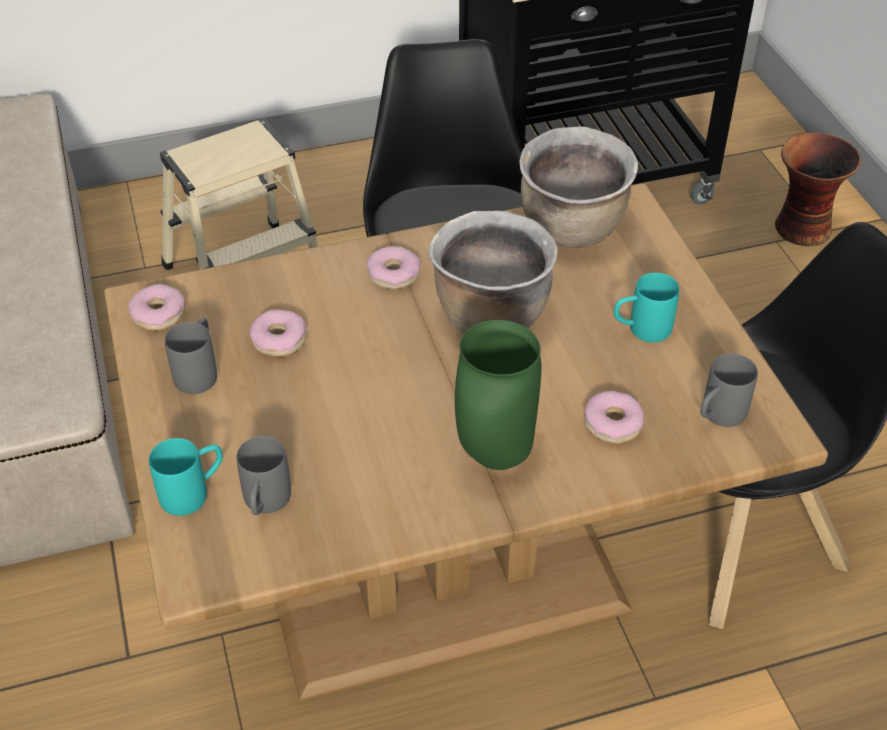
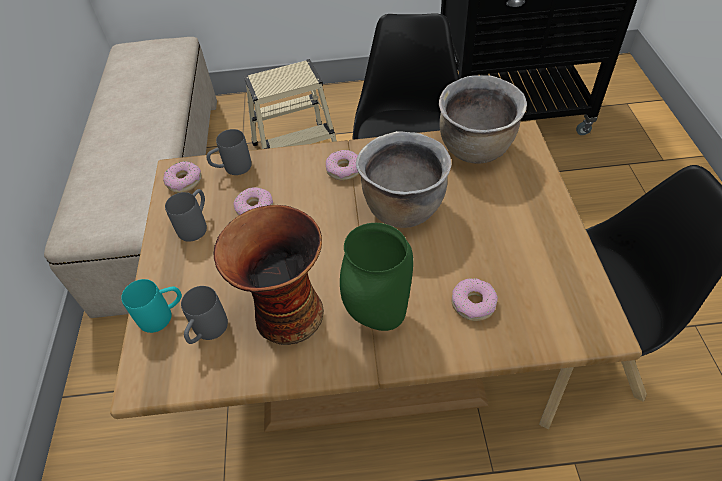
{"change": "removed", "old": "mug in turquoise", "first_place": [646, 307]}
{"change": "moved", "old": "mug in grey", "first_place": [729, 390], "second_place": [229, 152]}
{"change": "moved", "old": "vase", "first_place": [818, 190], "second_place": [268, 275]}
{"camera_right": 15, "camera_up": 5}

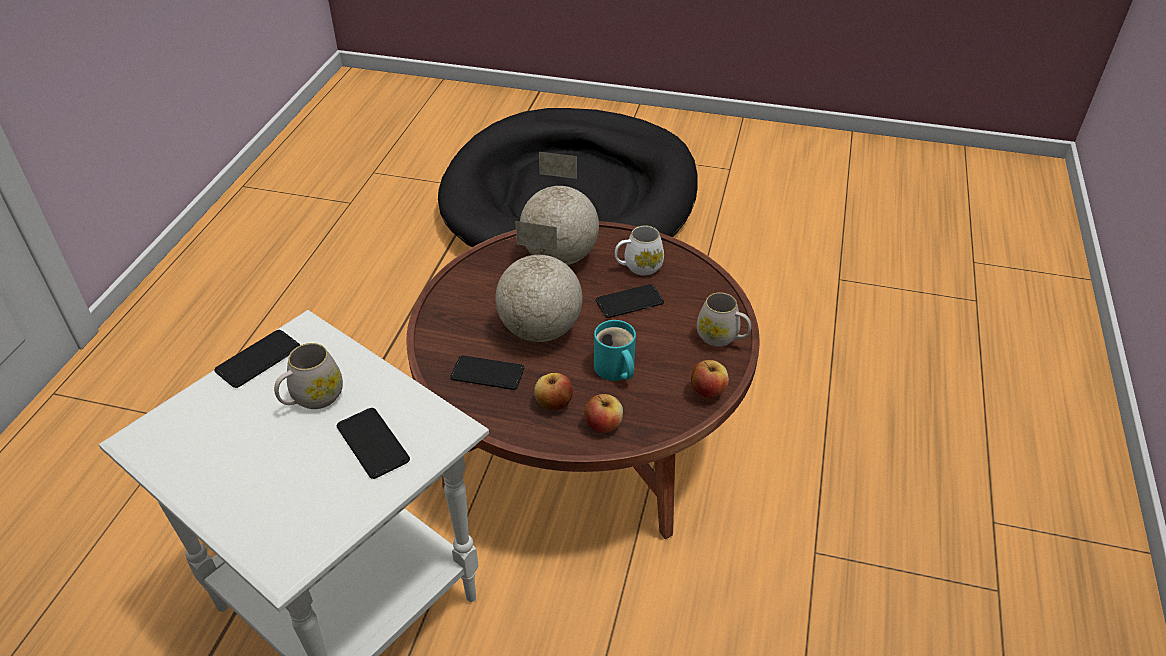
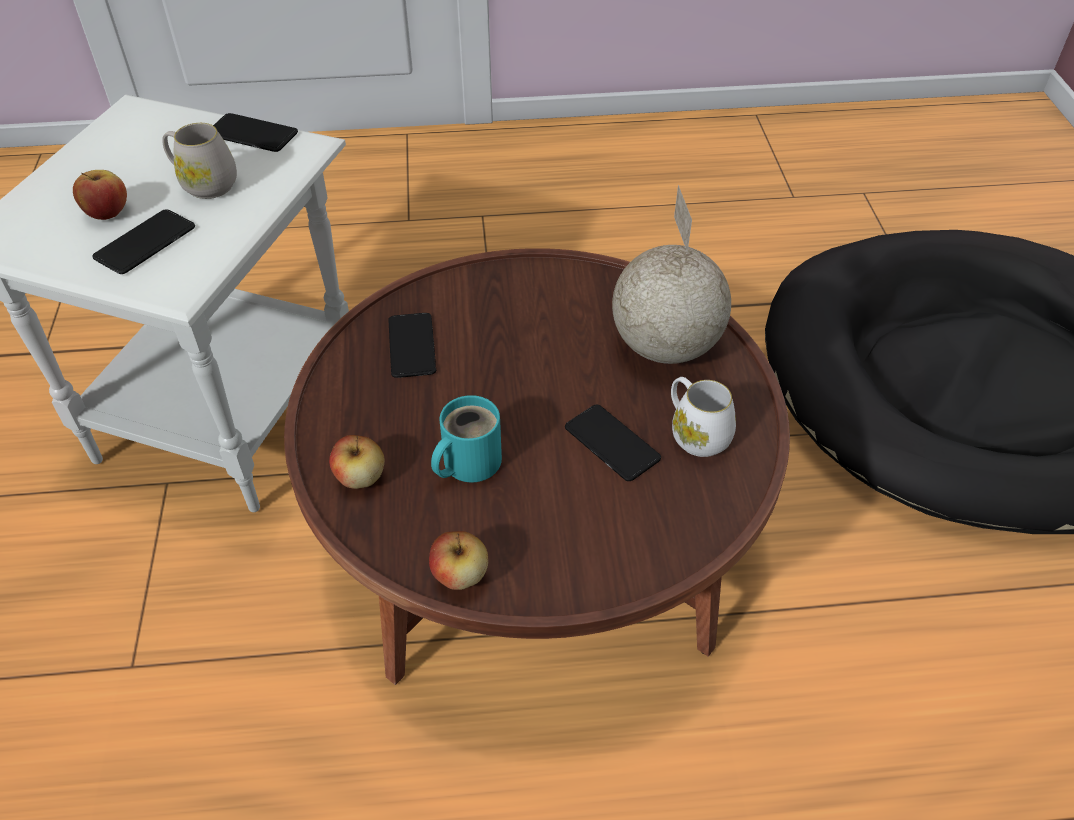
{"change": "removed", "old": "globe", "first_place": [539, 281]}
{"change": "removed", "old": "mug in white", "first_place": [724, 319]}
{"change": "moved", "old": "apple", "first_place": [553, 392], "second_place": [100, 195]}
{"camera_right": 70, "camera_up": 5}

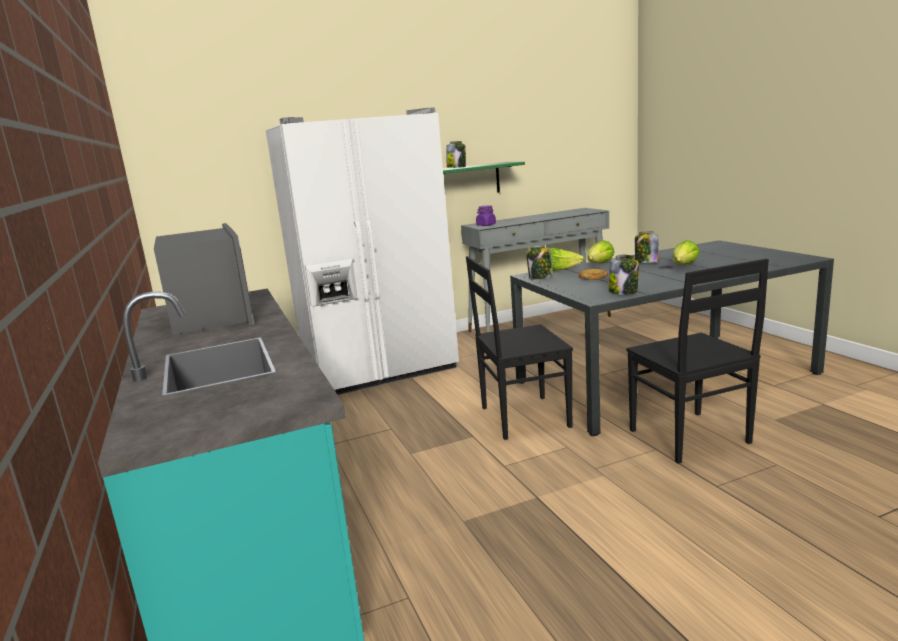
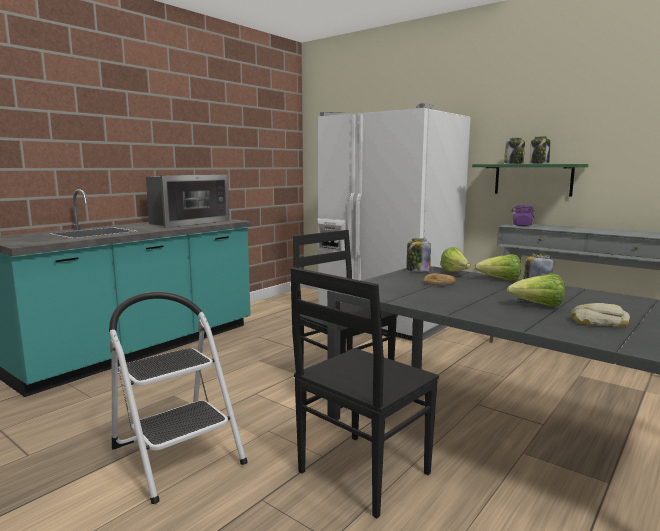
{"change": "added", "new": "step ladder", "second_place": [178, 397]}
{"change": "added", "new": "bread", "second_place": [600, 315]}
{"change": "moved", "old": "jar", "first_place": [624, 275], "second_place": [540, 150]}
{"camera_right": 60, "camera_up": -5}

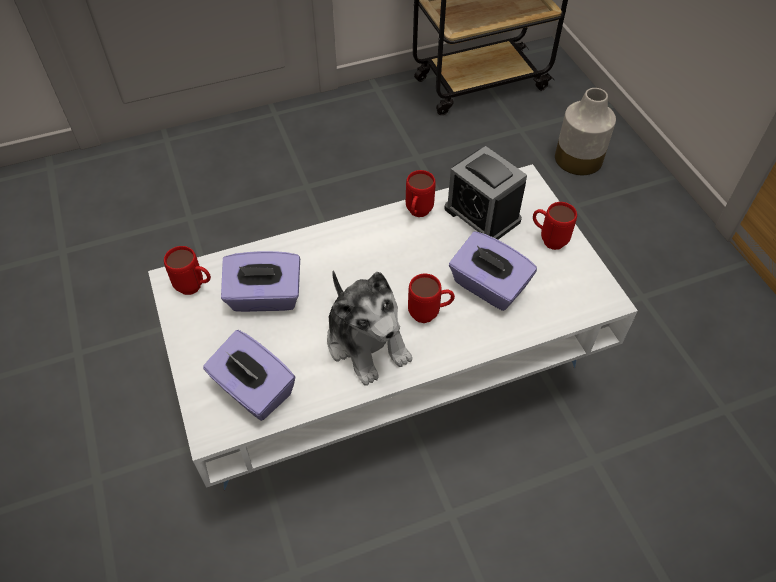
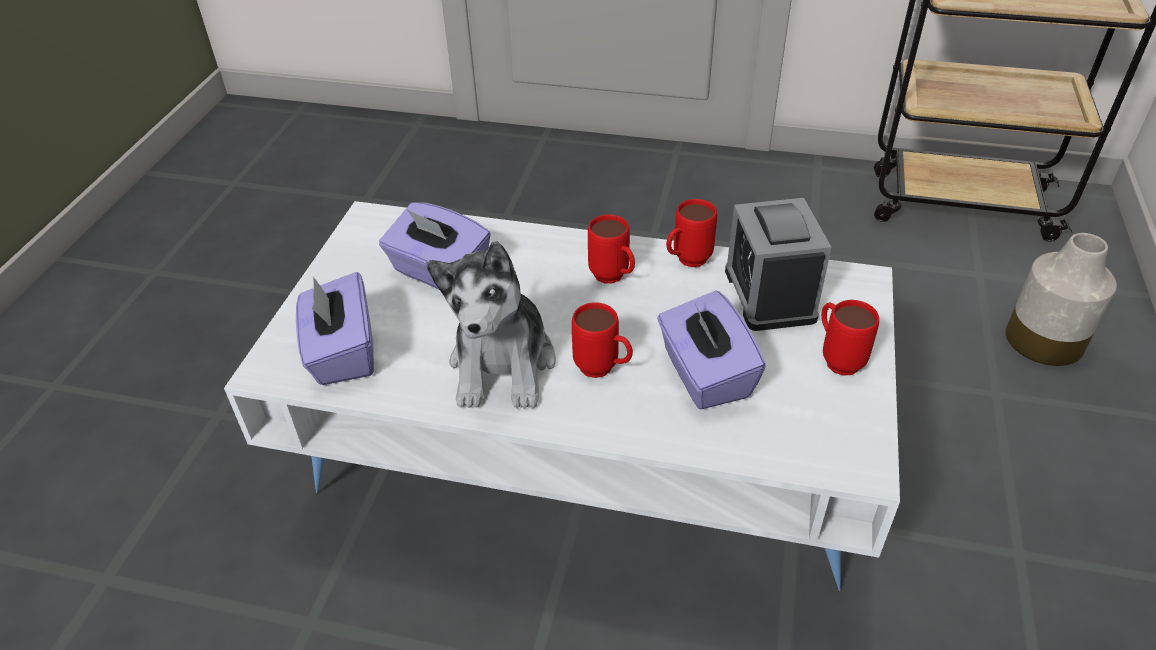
{"change": "moved", "old": "mug in red", "first_place": [187, 270], "second_place": [611, 249]}
{"camera_right": 35, "camera_up": -10}

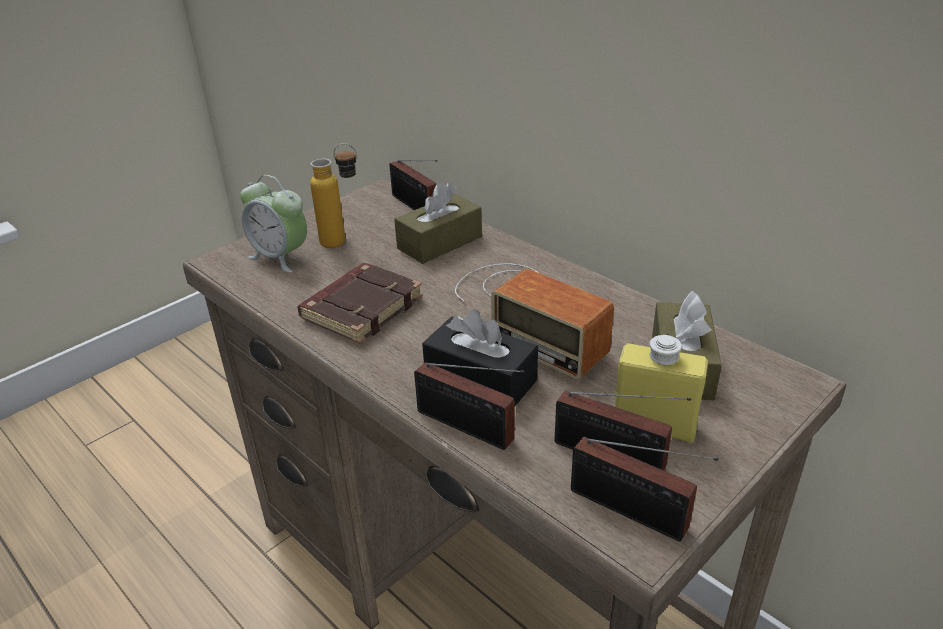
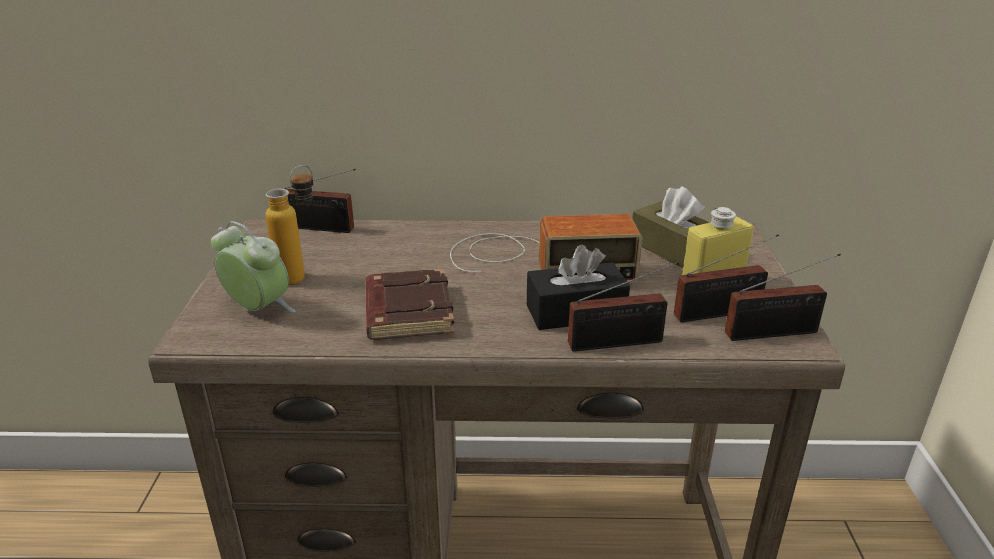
{"change": "removed", "old": "tissue box in brown", "first_place": [438, 223]}
{"change": "turned", "old": "alarm clock", "first_place": [273, 224], "second_place": [253, 267], "degrees": -135}
{"camera_right": -45, "camera_up": -5}

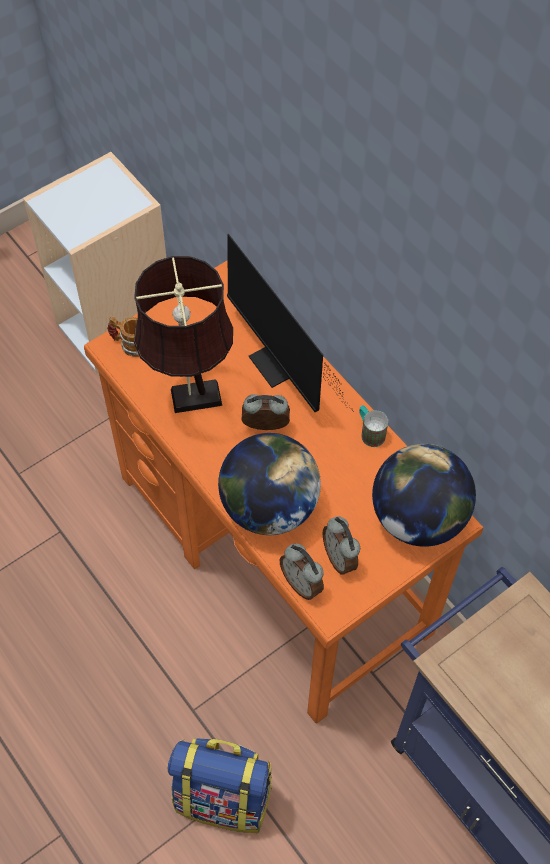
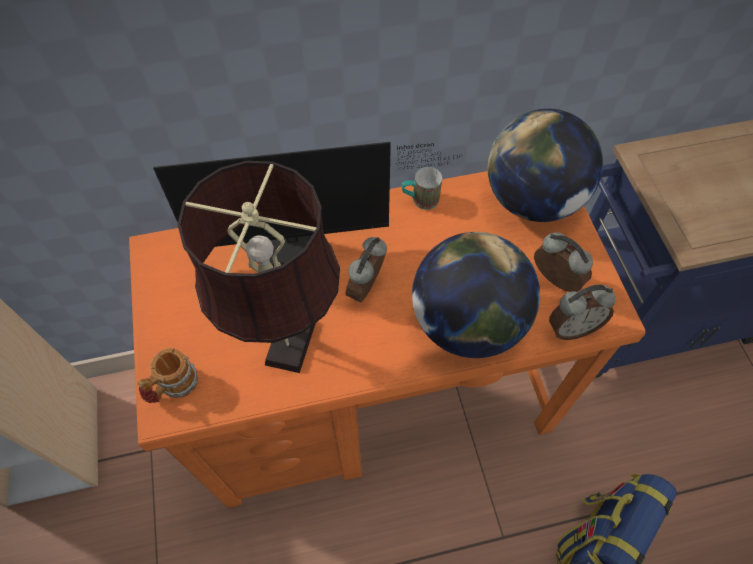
{"change": "turned", "old": "alarm clock", "first_place": [341, 546], "second_place": [563, 262], "degrees": -135}
{"camera_right": -65, "camera_up": 0}

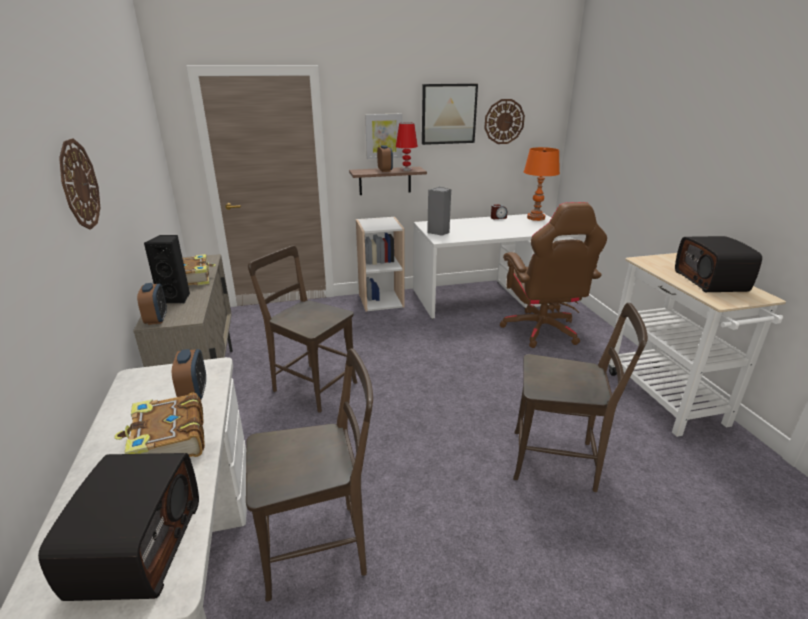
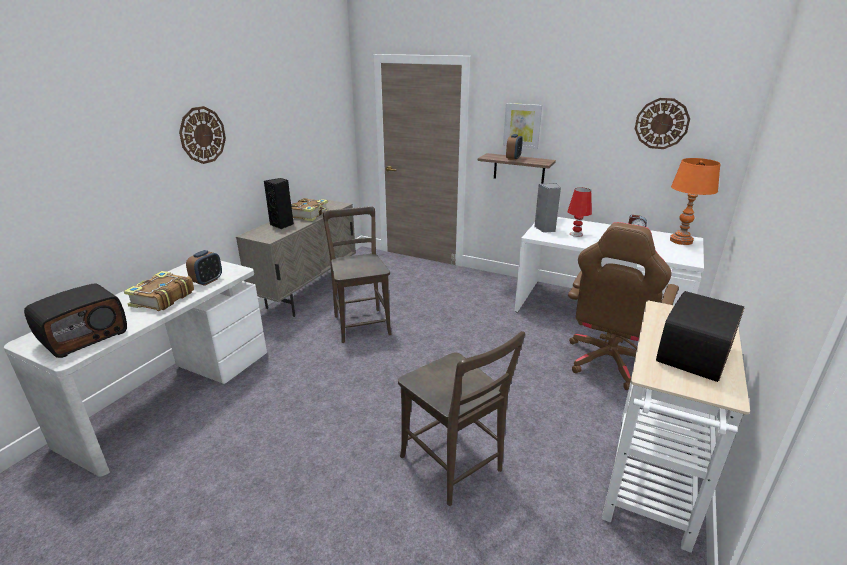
{"change": "removed", "old": "alarm clock", "first_place": [152, 304]}
{"change": "removed", "old": "chair in brown", "first_place": [309, 475]}
{"change": "removed", "old": "bookcase", "first_place": [380, 264]}
{"change": "removed", "old": "picture", "first_place": [450, 114]}
{"change": "moved", "old": "table lamp in red", "first_place": [407, 146], "second_place": [579, 212]}
{"camera_right": 40, "camera_up": 0}

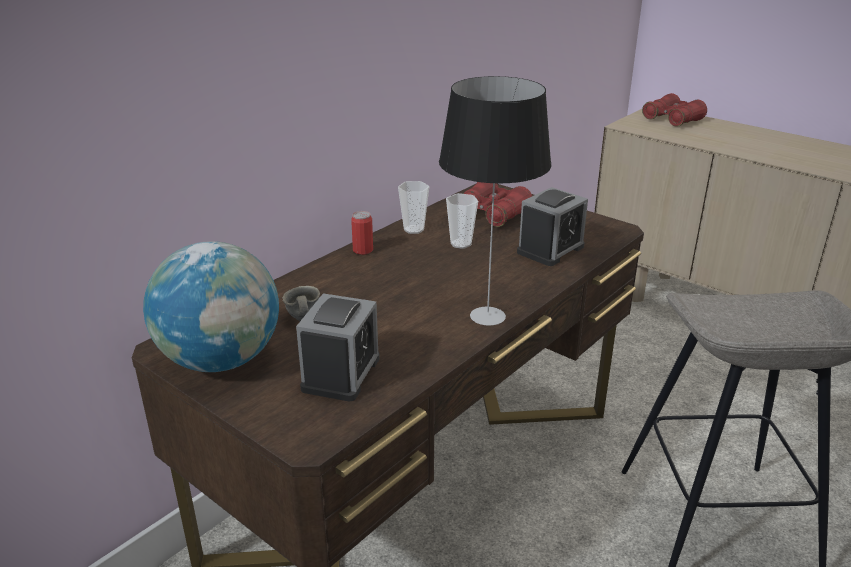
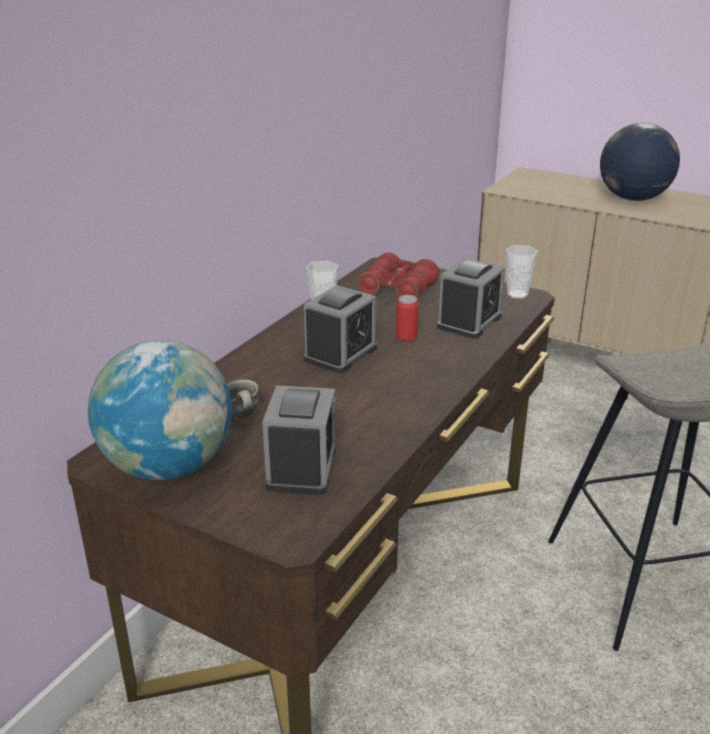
{"change": "removed", "old": "table lamp", "first_place": [495, 200]}
{"change": "removed", "old": "binoculars in red", "first_place": [674, 109]}
{"change": "added", "new": "alarm clock", "second_place": [340, 329]}
{"change": "added", "new": "globe", "second_place": [640, 162]}
{"change": "moved", "old": "can", "first_place": [362, 233], "second_place": [407, 318]}
{"change": "moved", "old": "cup", "first_place": [462, 221], "second_place": [522, 272]}
{"camera_right": -10, "camera_up": 0}

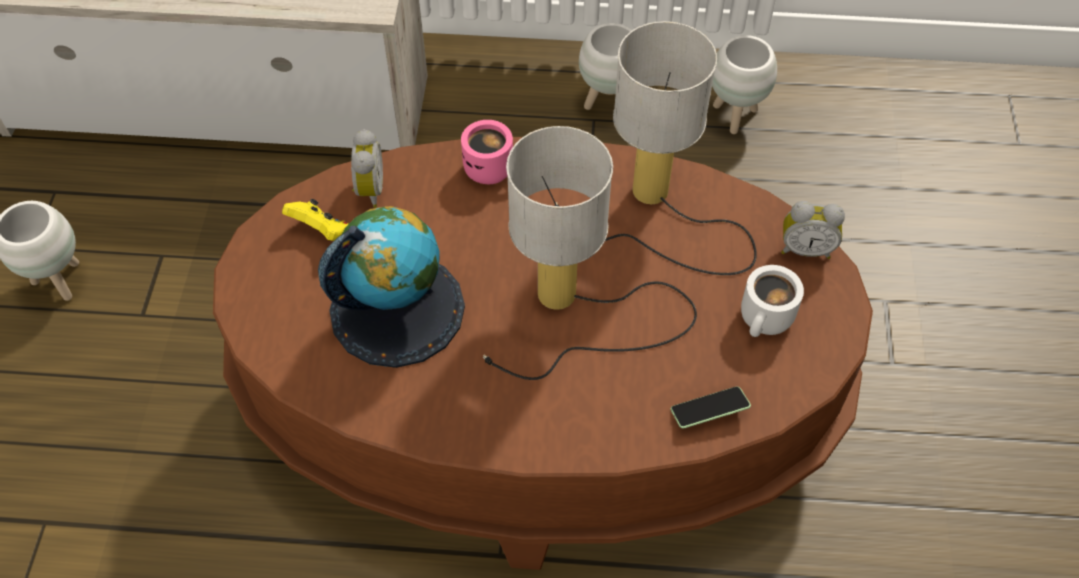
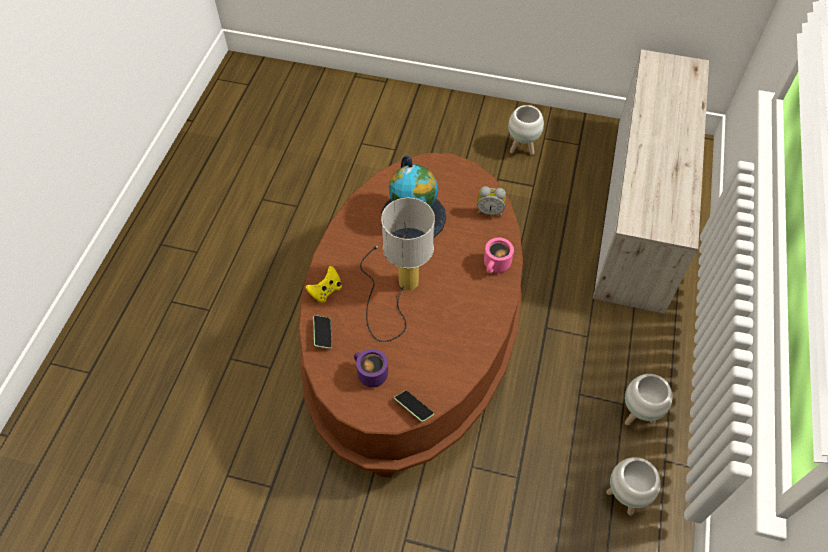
{"change": "removed", "old": "table lamp", "first_place": [655, 148]}
{"change": "moved", "old": "game controller in yellow", "first_place": [315, 220], "second_place": [324, 284]}
{"change": "replaced", "old": "alarm clock", "new": "phone", "first_place": [813, 230], "second_place": [414, 406]}
{"change": "recoloured", "old": "mug in white", "new": "mug in purple", "first_place": [772, 301], "second_place": [371, 368]}
{"camera_right": 100, "camera_up": 0}

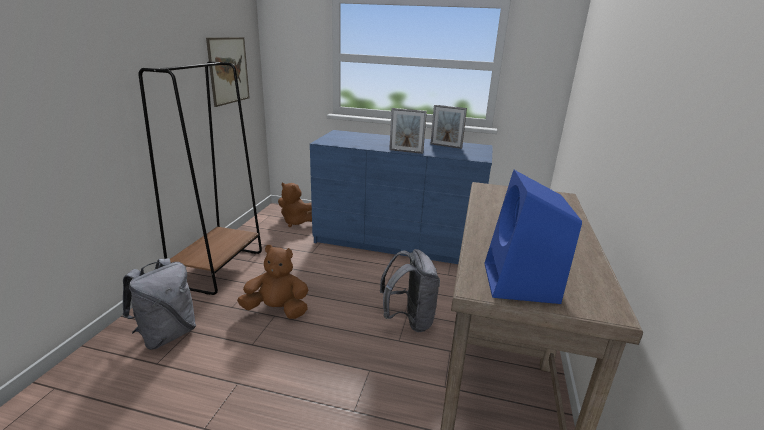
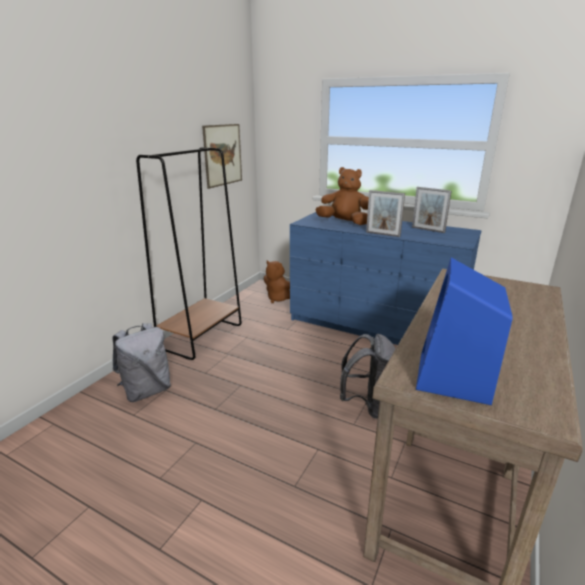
{"change": "moved", "old": "plush toy in brown", "first_place": [272, 282], "second_place": [342, 196]}
{"camera_right": 15, "camera_up": 0}

